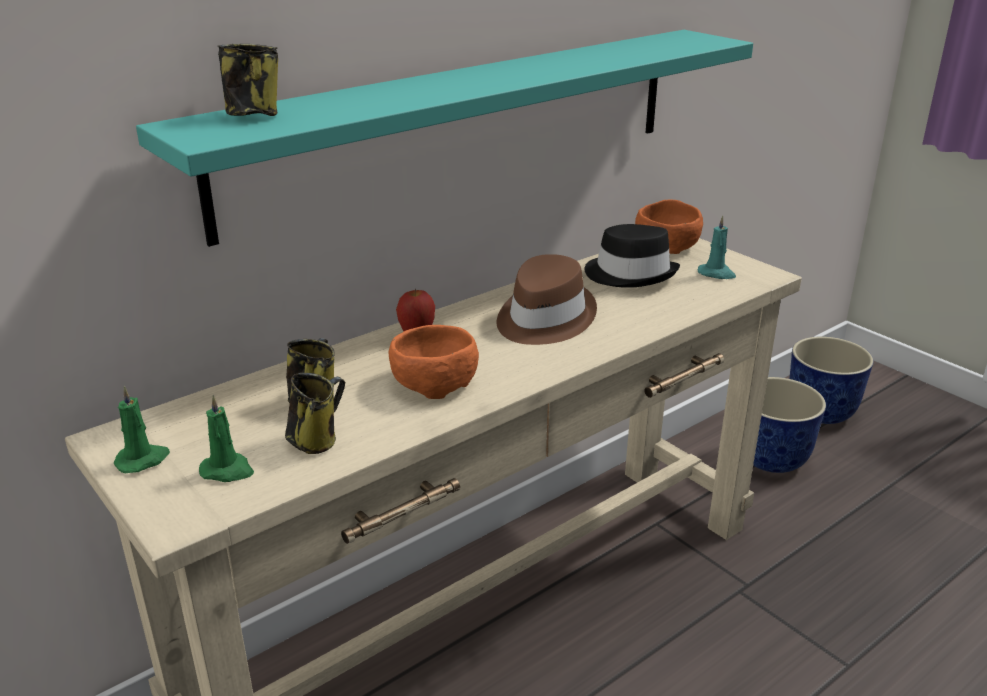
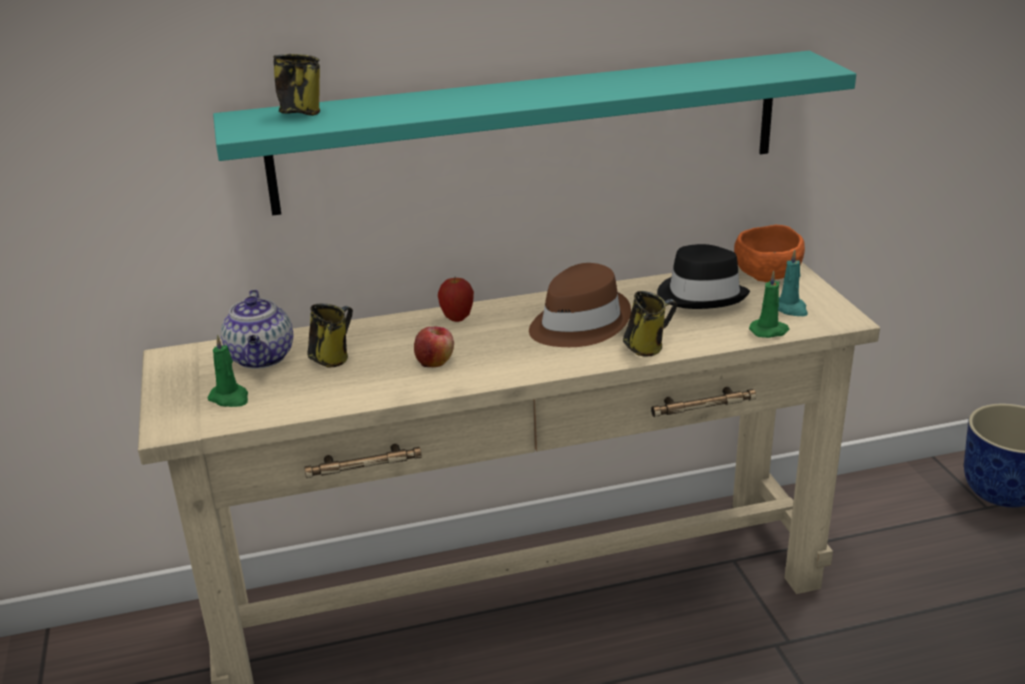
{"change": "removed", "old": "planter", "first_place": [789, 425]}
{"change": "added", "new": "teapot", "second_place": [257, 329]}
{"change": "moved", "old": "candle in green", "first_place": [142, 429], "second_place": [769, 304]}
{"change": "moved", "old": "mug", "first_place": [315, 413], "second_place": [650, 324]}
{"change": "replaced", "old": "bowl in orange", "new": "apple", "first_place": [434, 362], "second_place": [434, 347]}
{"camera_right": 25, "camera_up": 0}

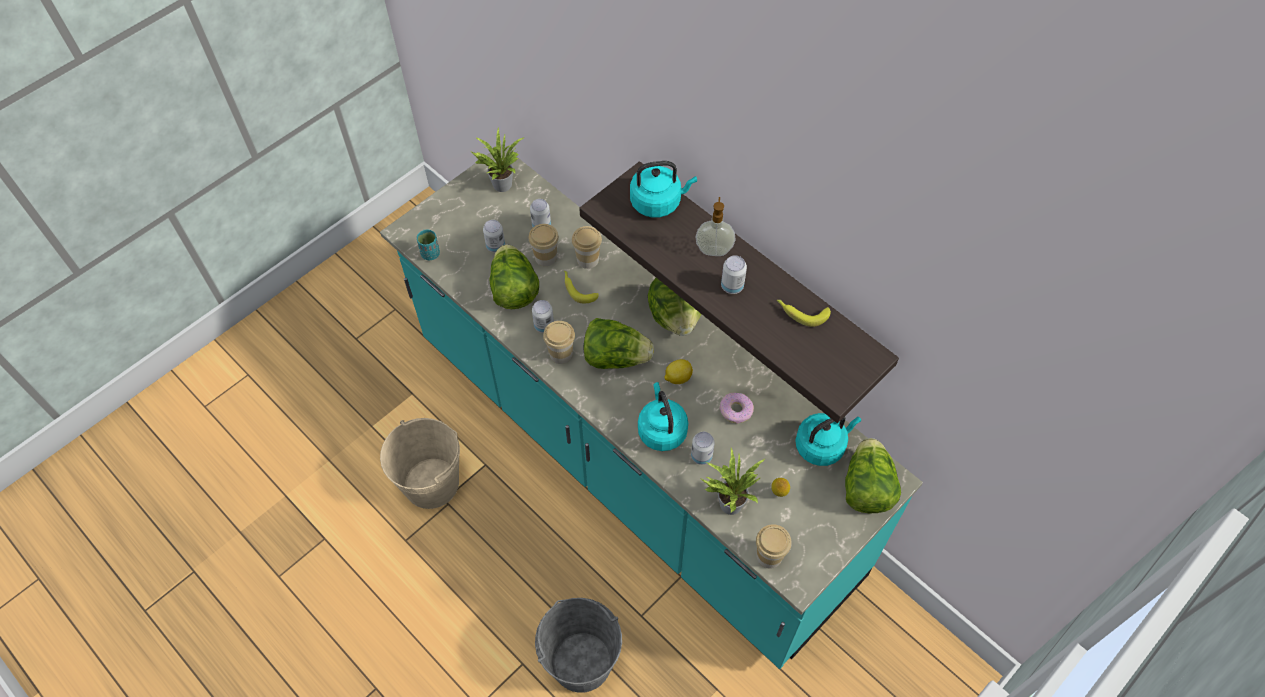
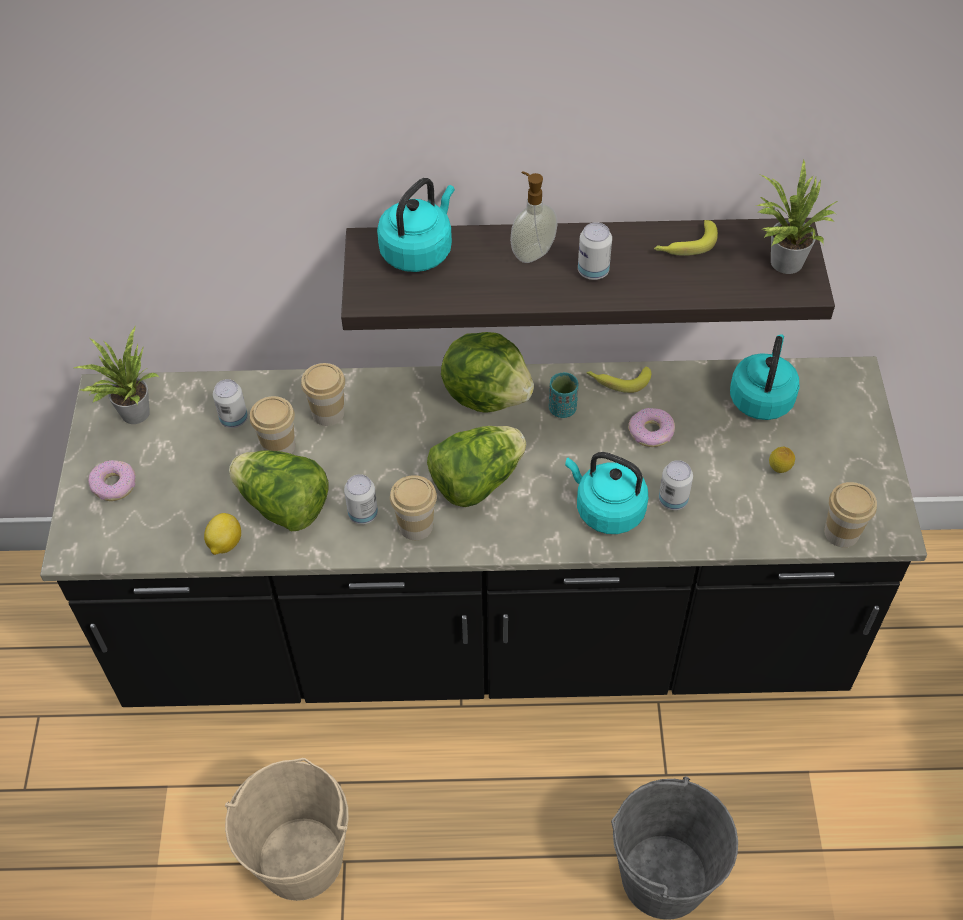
{"change": "removed", "old": "can", "first_place": [494, 236]}
{"change": "removed", "old": "lettuce", "first_place": [873, 475]}
{"change": "added", "new": "donut", "second_place": [111, 480]}
{"change": "moved", "old": "cup in turquoise", "first_place": [428, 245], "second_place": [563, 395]}
{"change": "moved", "old": "banana", "first_place": [581, 287], "second_place": [618, 379]}
{"change": "moved", "old": "lemon", "first_place": [679, 371], "second_place": [222, 534]}
{"change": "moved", "old": "potted plant", "first_place": [733, 481], "second_place": [797, 217]}
{"change": "recoloured", "old": "counter in turquoise", "new": "counter in black", "first_place": [651, 407], "second_place": [483, 531]}
{"camera_right": -45, "camera_up": -5}

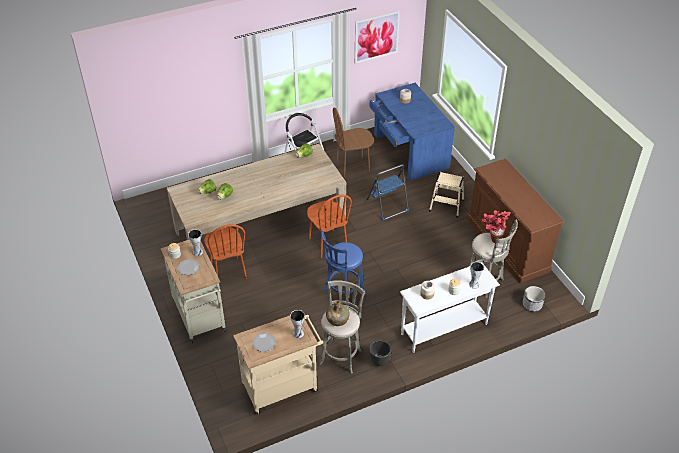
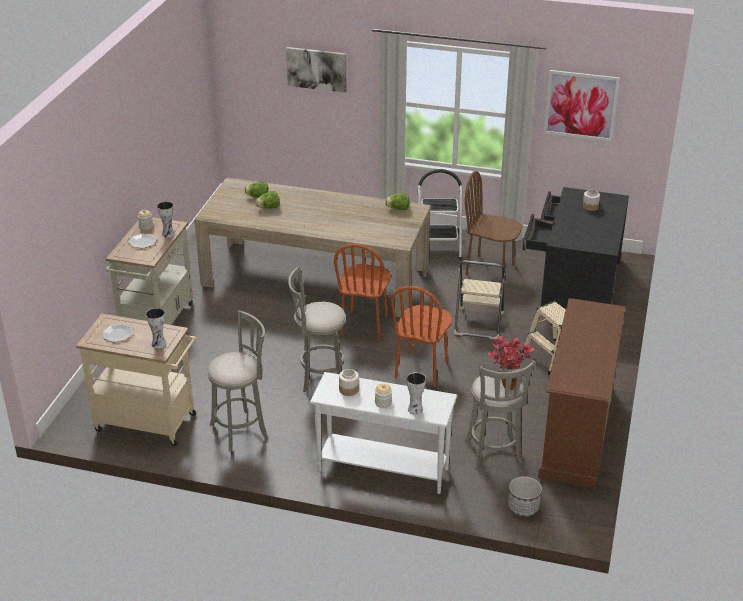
{"change": "removed", "old": "bottle in green", "first_place": [338, 313]}
{"change": "removed", "old": "planter in black", "first_place": [380, 353]}
{"change": "added", "new": "picture", "second_place": [316, 70]}
{"change": "moved", "old": "chair in brown", "first_place": [225, 251], "second_place": [421, 336]}
{"change": "recoloured", "old": "stool in blue", "new": "stool in grey", "first_place": [343, 267], "second_place": [317, 329]}
{"change": "recoloured", "old": "step ladder in blue", "new": "step ladder in beige", "first_place": [387, 192], "second_place": [479, 299]}
{"change": "recoloured", "old": "desk in blue", "new": "desk in black", "first_place": [412, 132], "second_place": [576, 248]}
{"camera_right": 40, "camera_up": -10}

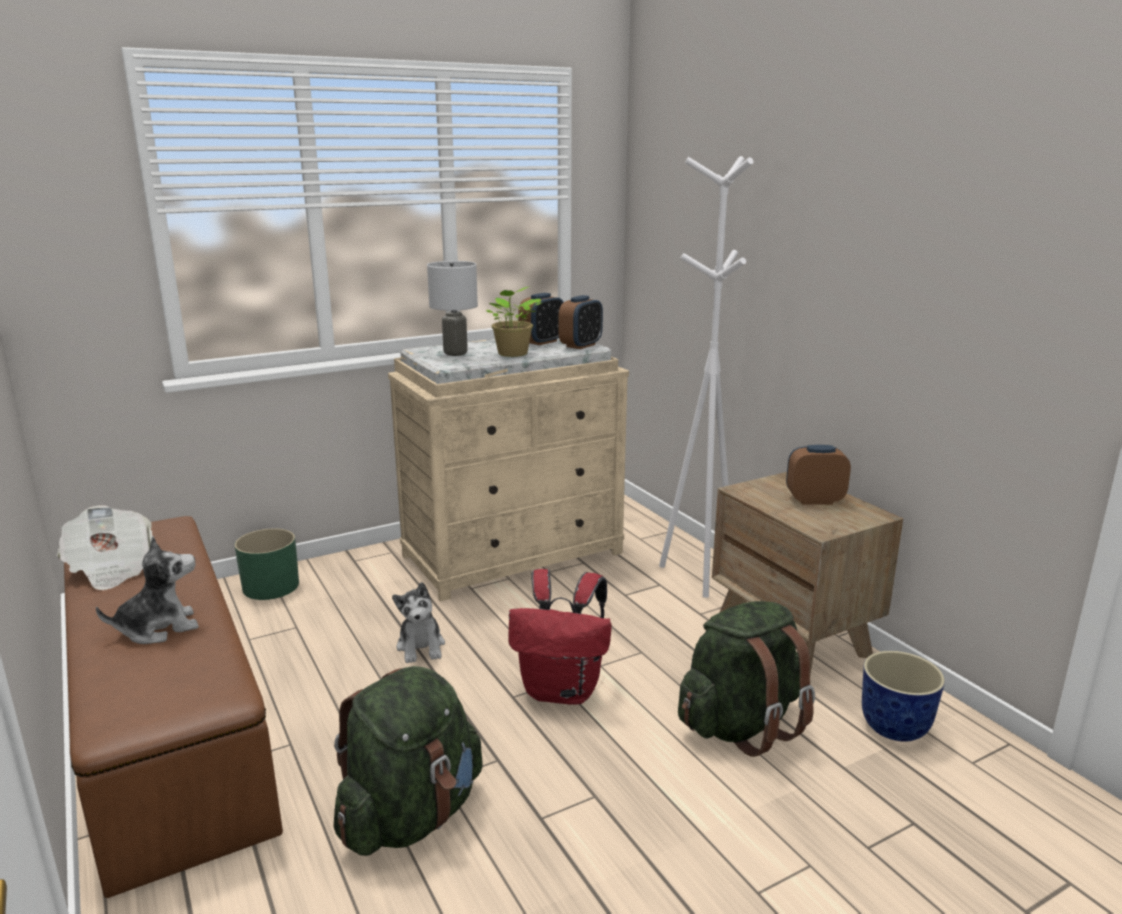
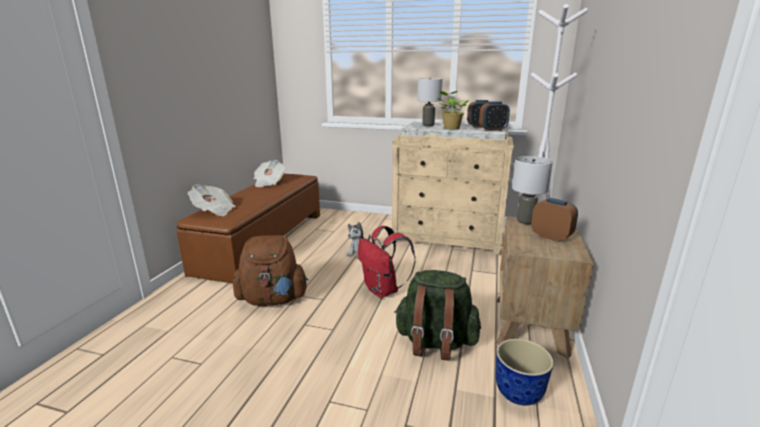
{"change": "removed", "old": "plush toy", "first_place": [147, 590]}
{"change": "removed", "old": "planter in green", "first_place": [267, 564]}
{"change": "added", "new": "newspaper", "second_place": [211, 200]}
{"change": "added", "new": "table lamp in white", "second_place": [532, 190]}
{"change": "recoloured", "old": "backpack in green", "new": "backpack in brown", "first_place": [407, 761], "second_place": [270, 270]}
{"camera_right": 45, "camera_up": 0}

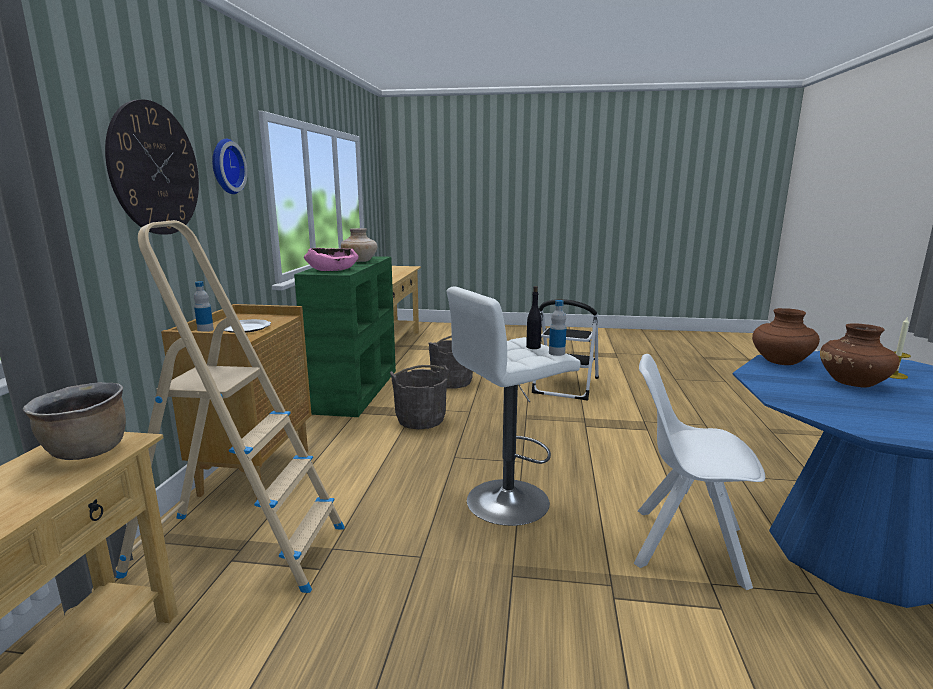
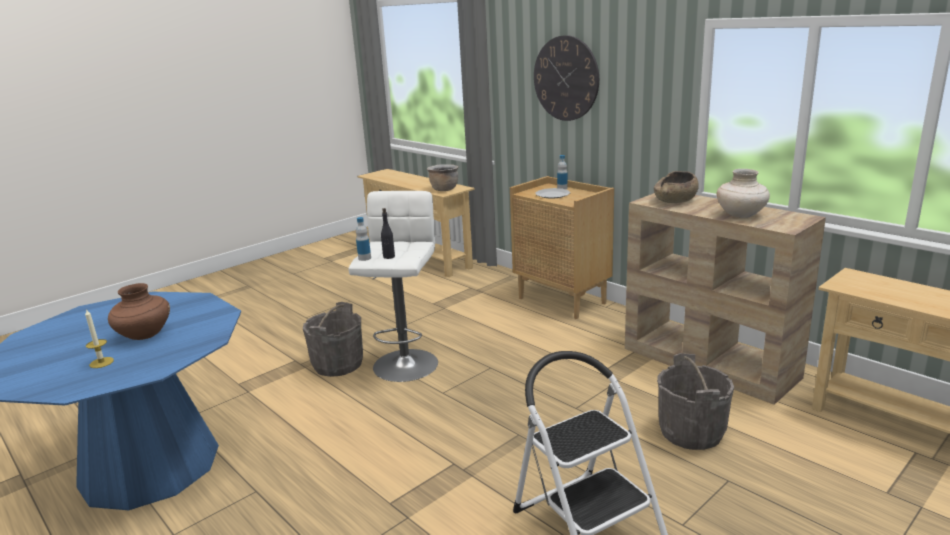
{"change": "removed", "old": "step ladder in beige", "first_place": [230, 406]}
{"change": "removed", "old": "wall clock", "first_place": [230, 166]}
{"change": "removed", "old": "chair in white", "first_place": [699, 472]}
{"change": "removed", "old": "vase in brown", "first_place": [786, 336]}
{"change": "moved", "old": "bucket in grey", "first_place": [419, 397], "second_place": [333, 339]}
{"change": "recoloured", "old": "bookcase in green", "new": "bookcase in brown", "first_place": [345, 336], "second_place": [725, 299]}
{"change": "recoloured", "old": "bowl in pink", "new": "bowl in brown", "first_place": [331, 259], "second_place": [676, 187]}
{"camera_right": 130, "camera_up": 5}

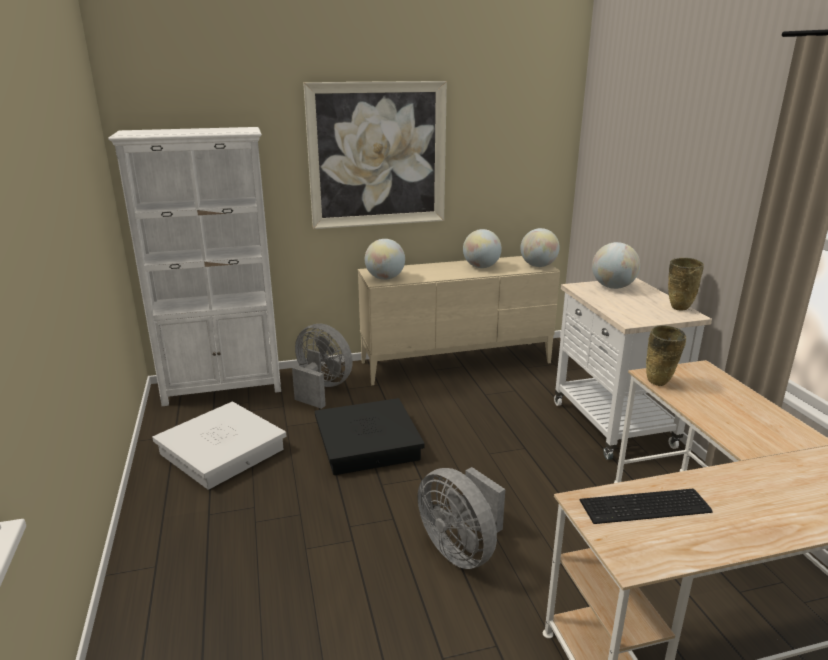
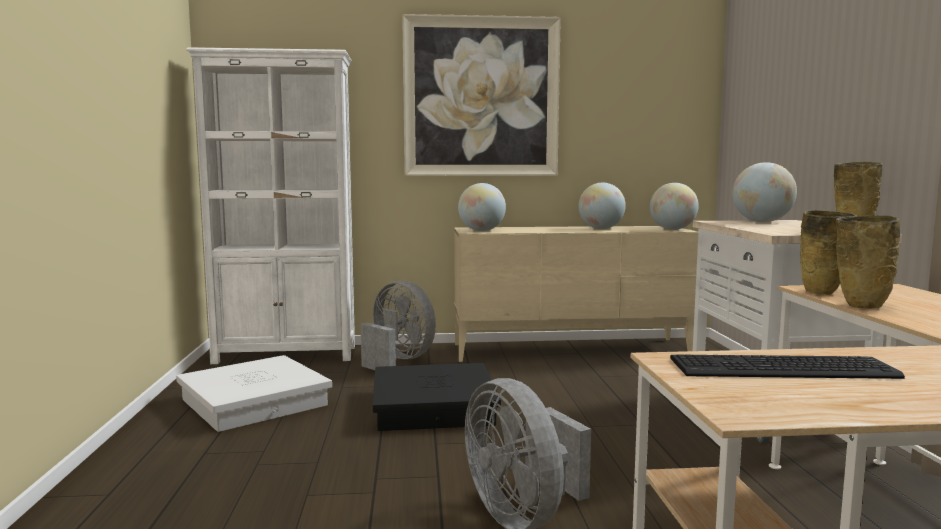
{"change": "added", "new": "vase in beige", "second_place": [868, 262]}
{"camera_right": 10, "camera_up": -15}

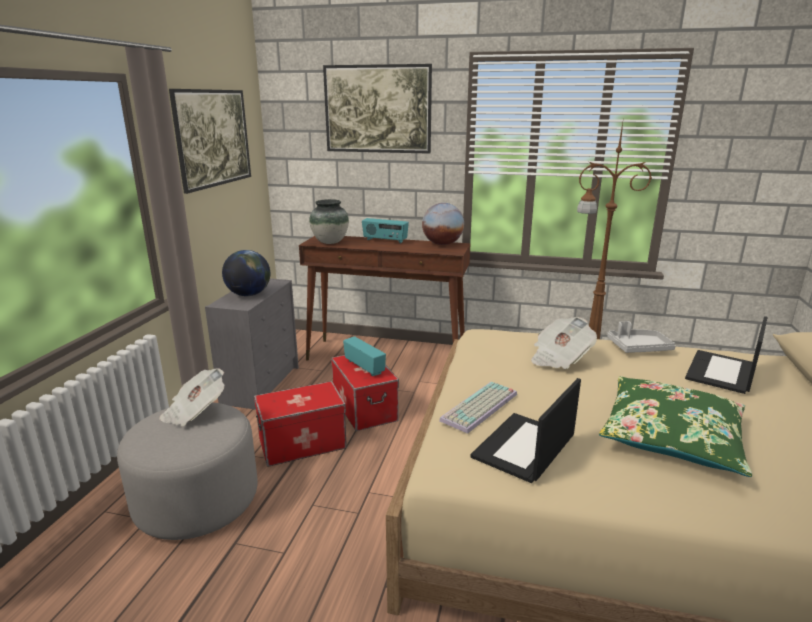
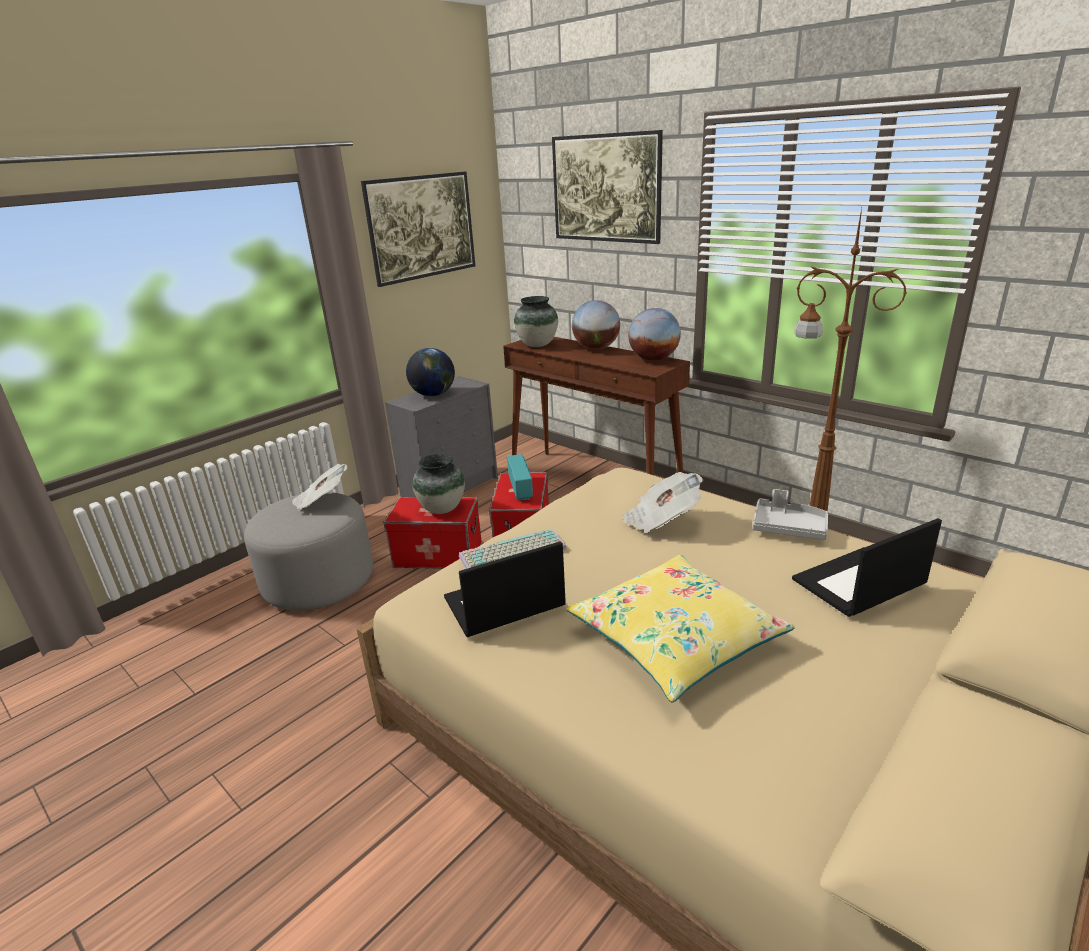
{"change": "added", "new": "vase", "second_place": [438, 484]}
{"change": "replaced", "old": "radio", "new": "globe", "first_place": [385, 230], "second_place": [596, 325]}
{"change": "recoloured", "old": "pillow in green", "new": "pillow in yellow", "first_place": [675, 426], "second_place": [680, 629]}
{"camera_right": 30, "camera_up": 5}

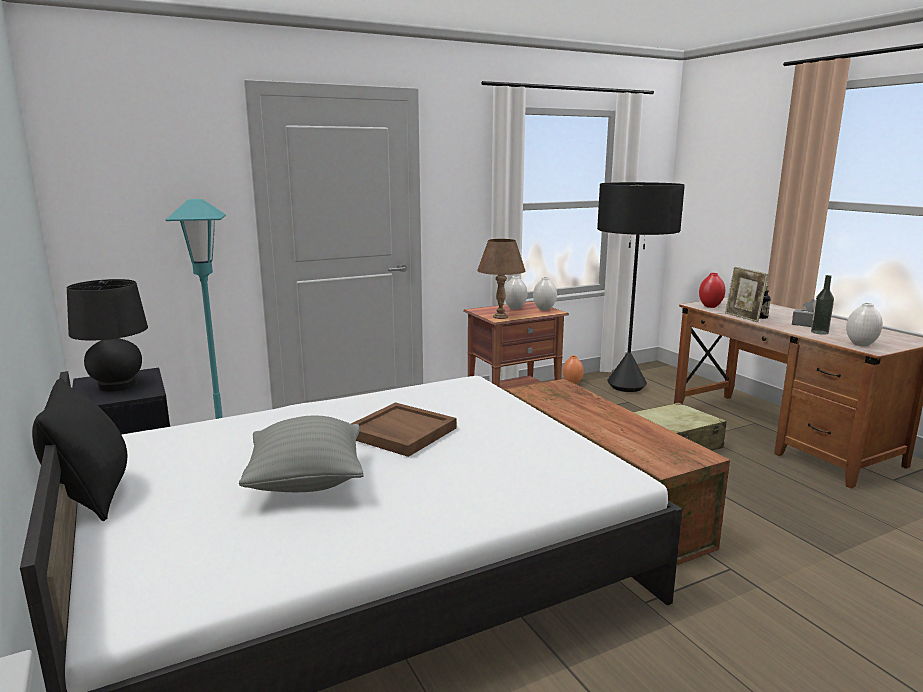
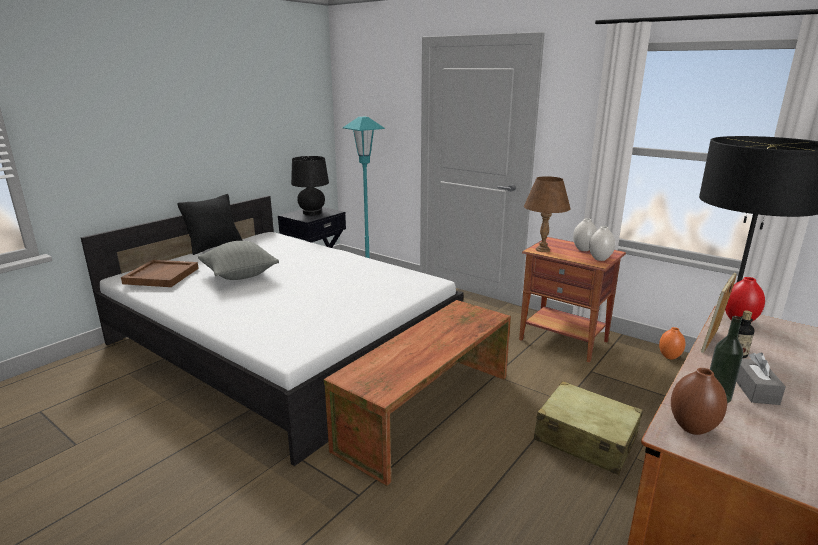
{"change": "moved", "old": "tray in brown", "first_place": [404, 429], "second_place": [160, 273]}
{"change": "recoloured", "old": "vase in white", "new": "vase in brown", "first_place": [864, 324], "second_place": [699, 401]}
{"camera_right": 65, "camera_up": 5}

